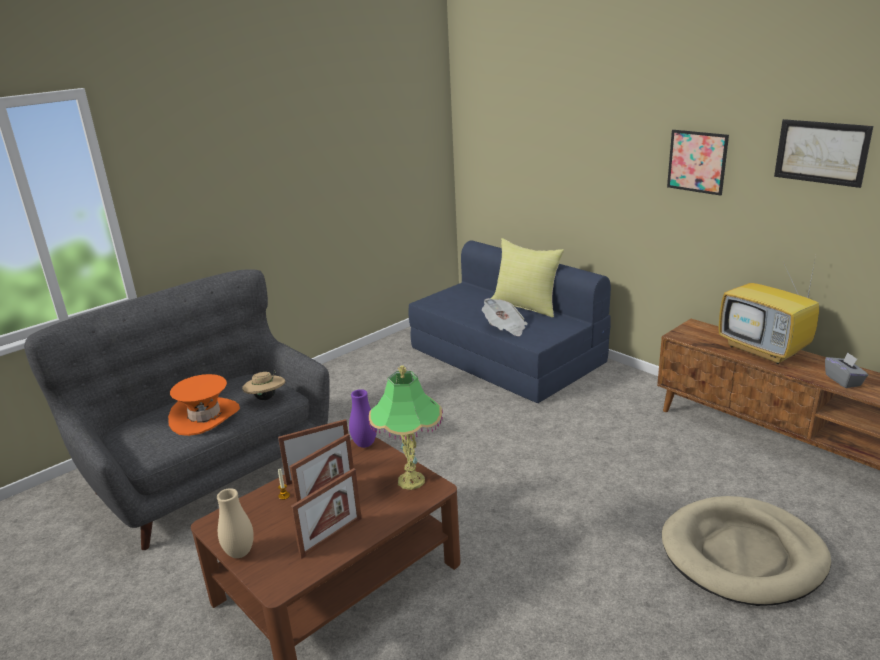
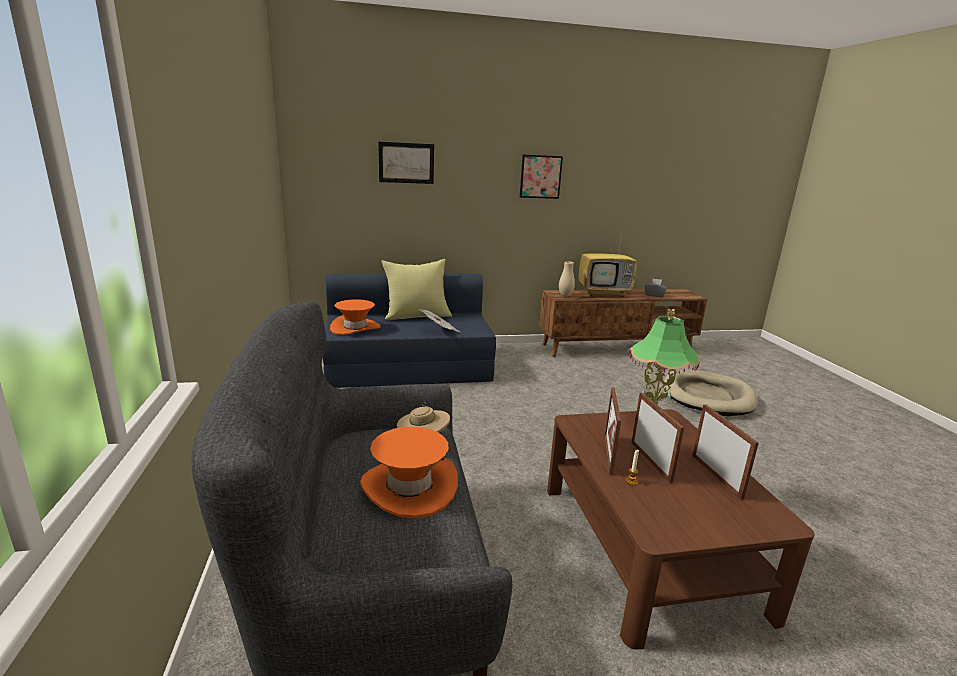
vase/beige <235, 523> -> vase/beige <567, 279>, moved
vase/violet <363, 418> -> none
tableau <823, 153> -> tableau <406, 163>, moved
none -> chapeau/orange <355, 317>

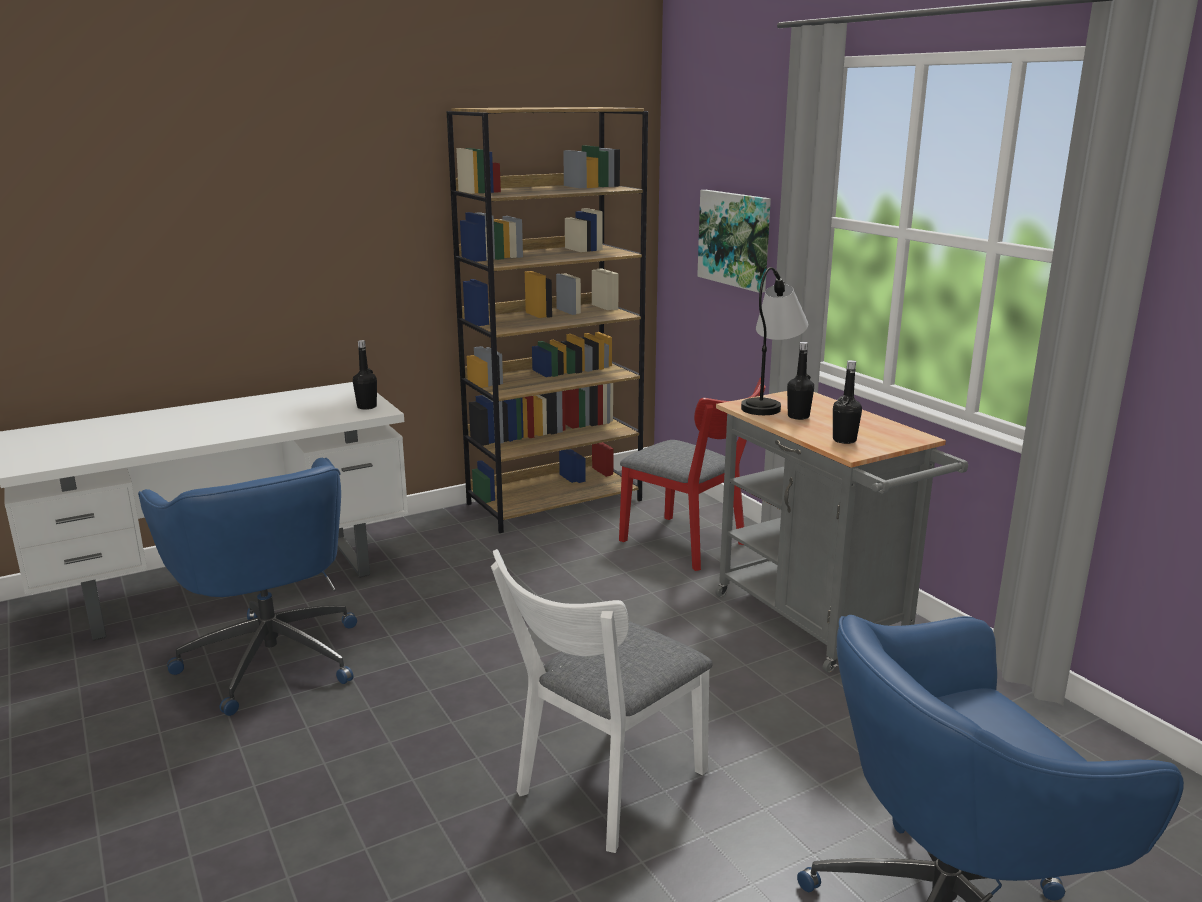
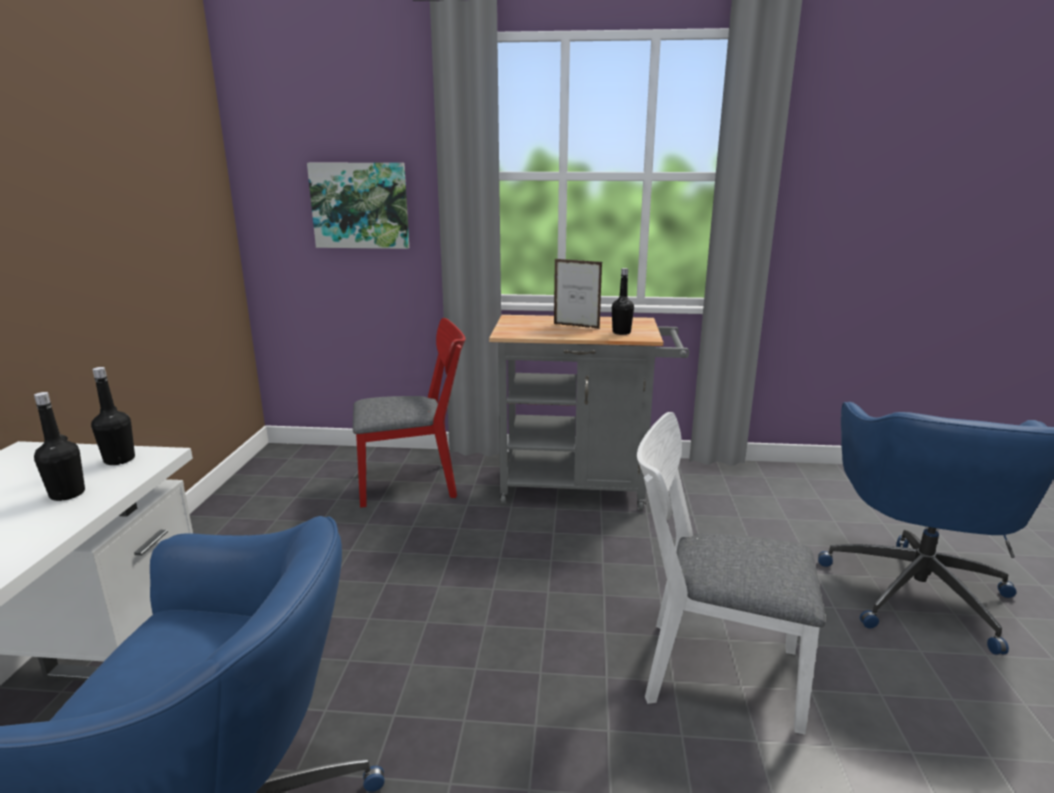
bibliothèque/marron <547, 320> -> none
chaise/blanc <602, 701> -> chaise/blanc <731, 573>, 120 degrees clockwise
lampe de table <774, 341> -> none
bouteille/noir <800, 381> -> bouteille/noir <59, 446>, moved
none -> cadre photo <578, 294>

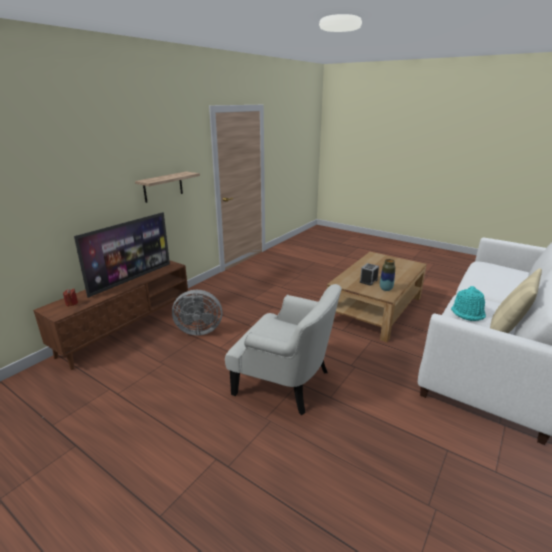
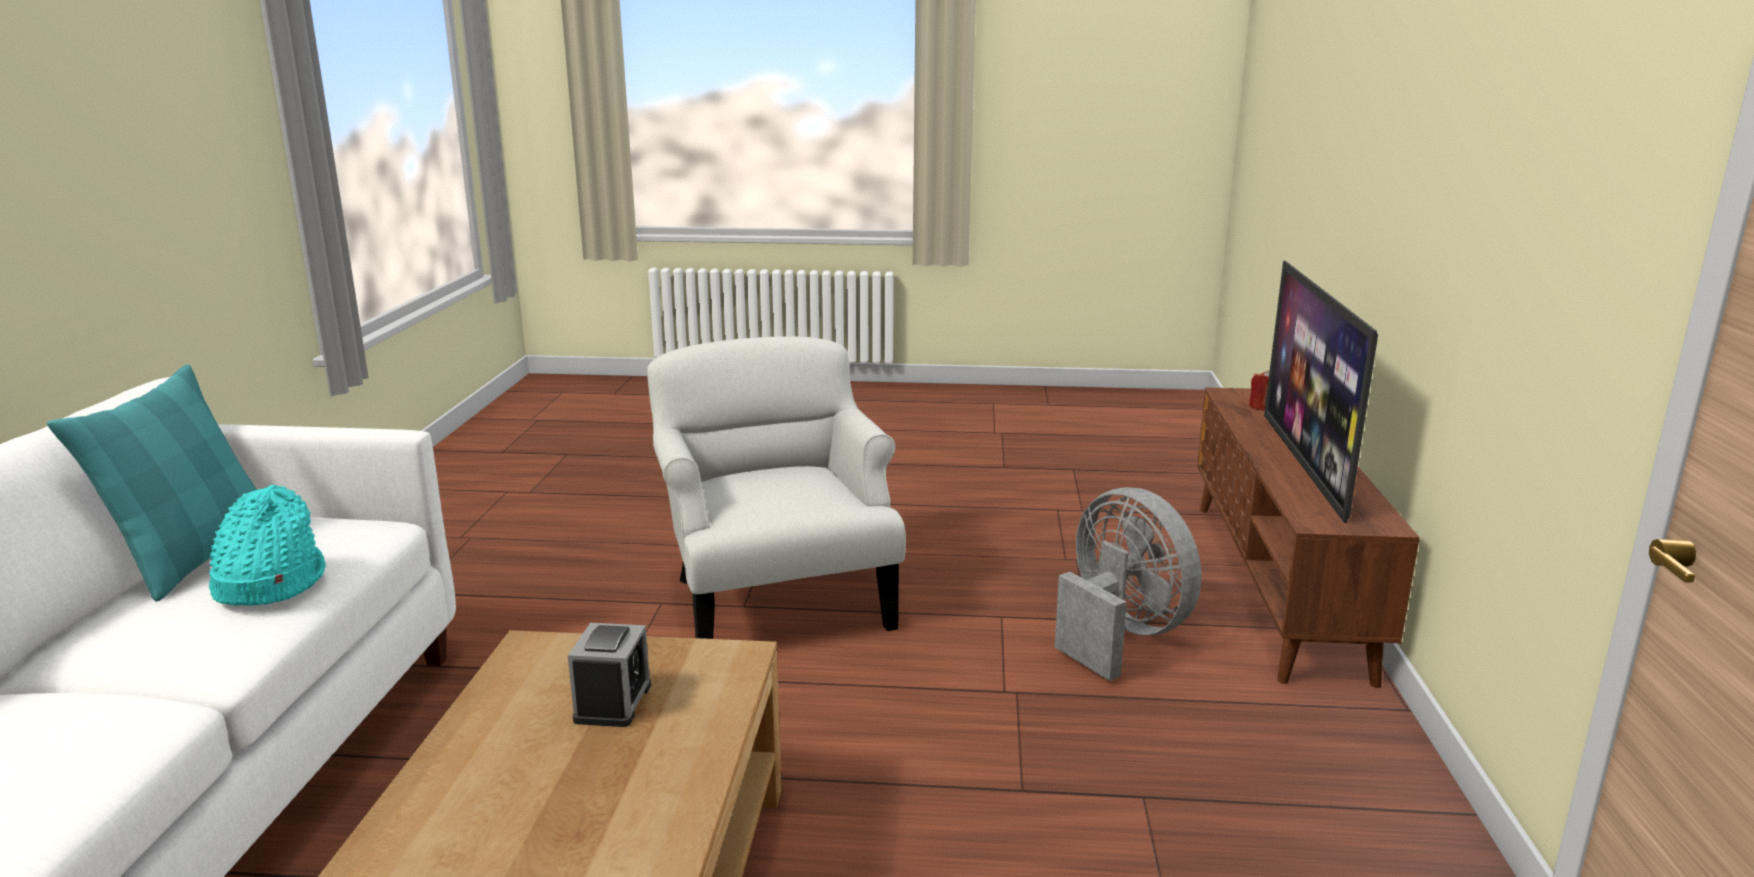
étagère <167, 187> -> none
ventilateur/gris <197, 312> -> ventilateur/gris <1128, 584>, 90 degrees clockwise
fauteuil/blanc <283, 349> -> fauteuil/blanc <776, 487>, 75 degrees clockwise
vase <387, 275> -> none
coussin/beige <516, 300> -> coussin/turquoise <152, 482>

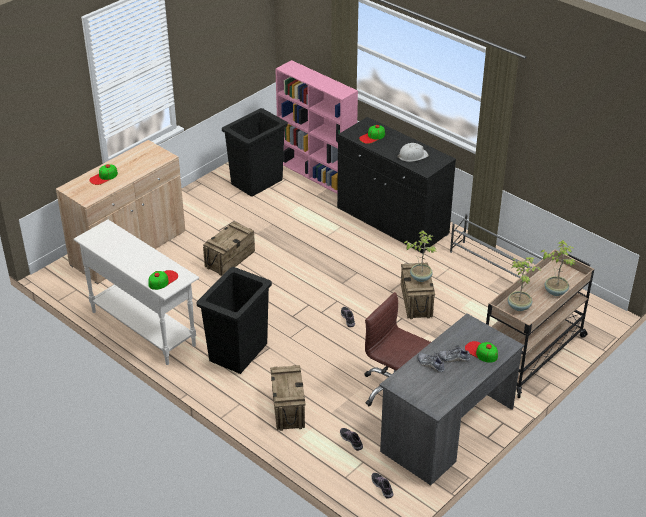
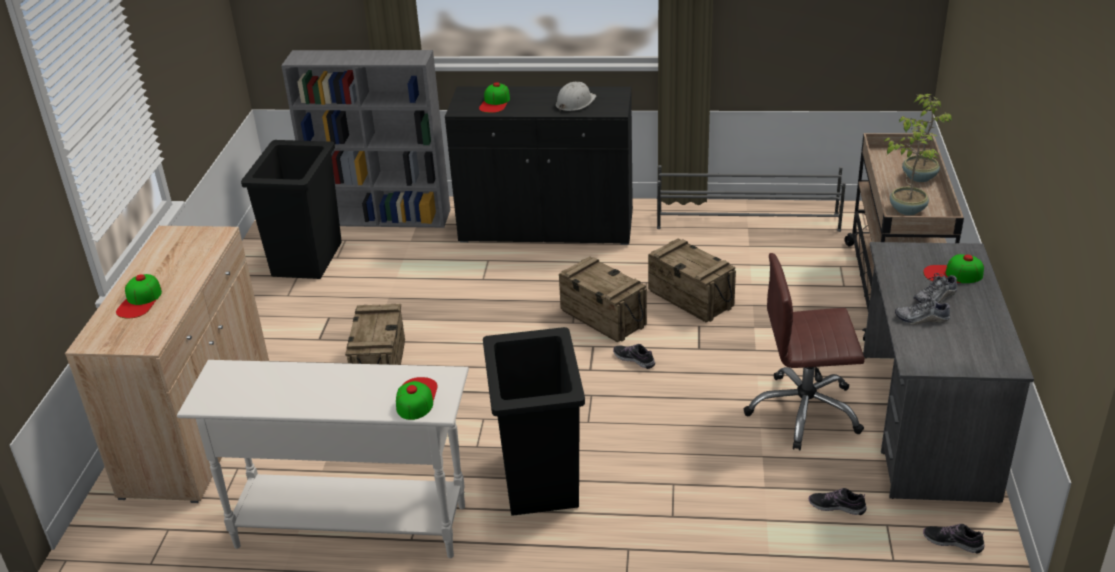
caisse <288, 398> -> caisse <603, 299>, moved
bibliothèque/rose <316, 127> -> bibliothèque/gris <365, 139>
plante en pot <420, 256> -> none

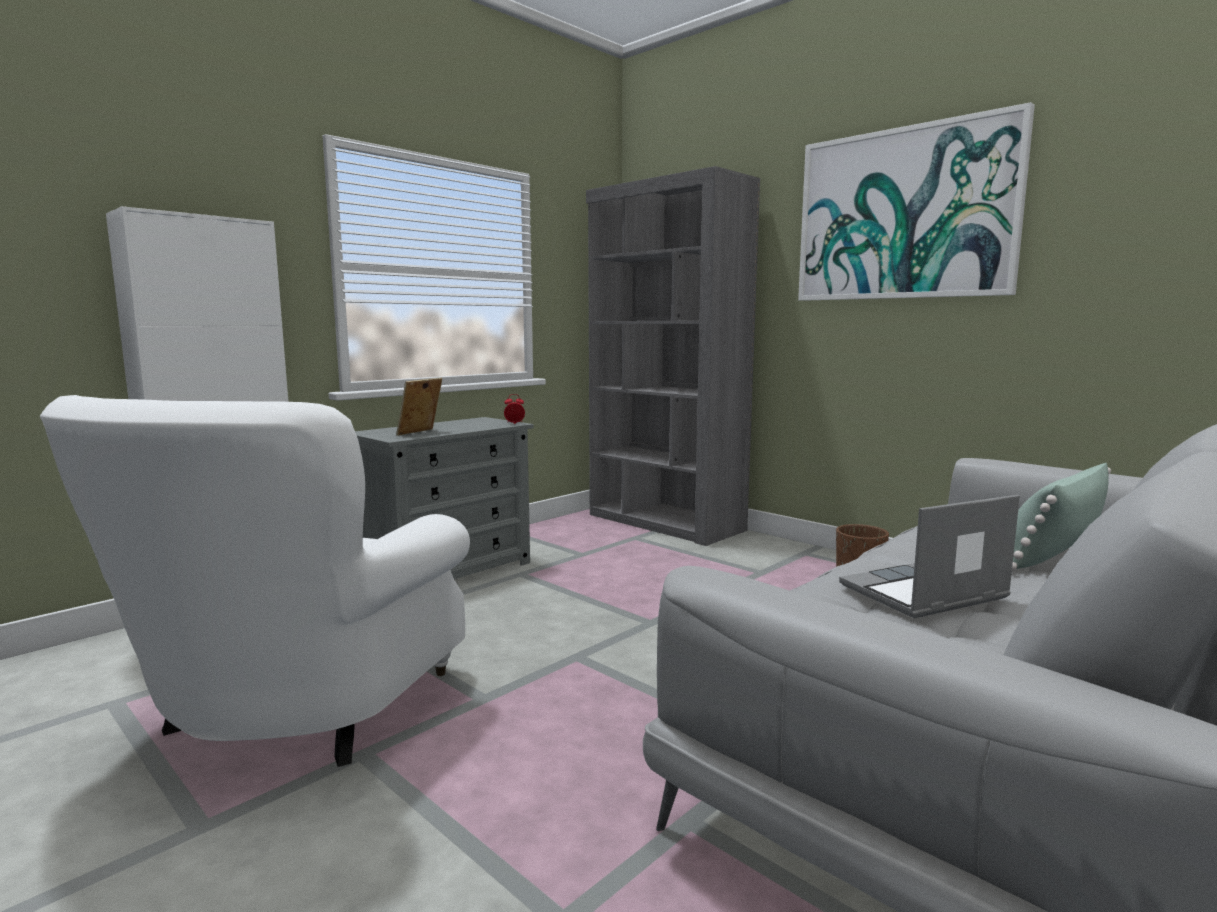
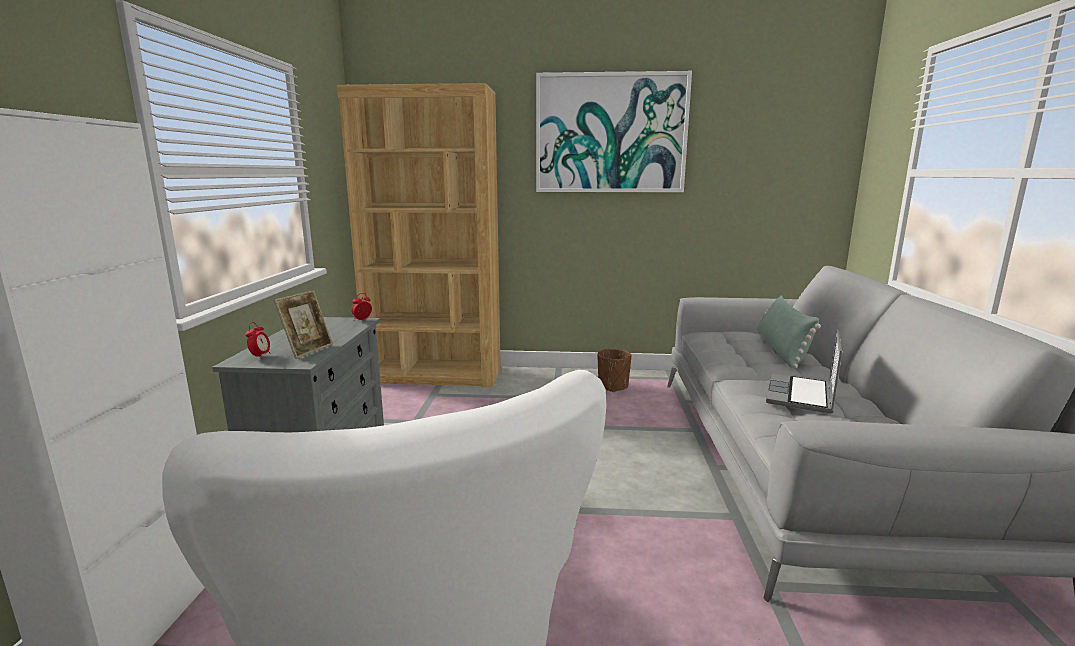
cadre photo <419, 407> -> cadre photo <303, 324>, 150 degrees counterclockwise
bibliothèque/gris <673, 356> -> bibliothèque/marron <419, 235>
none -> réveil <257, 340>

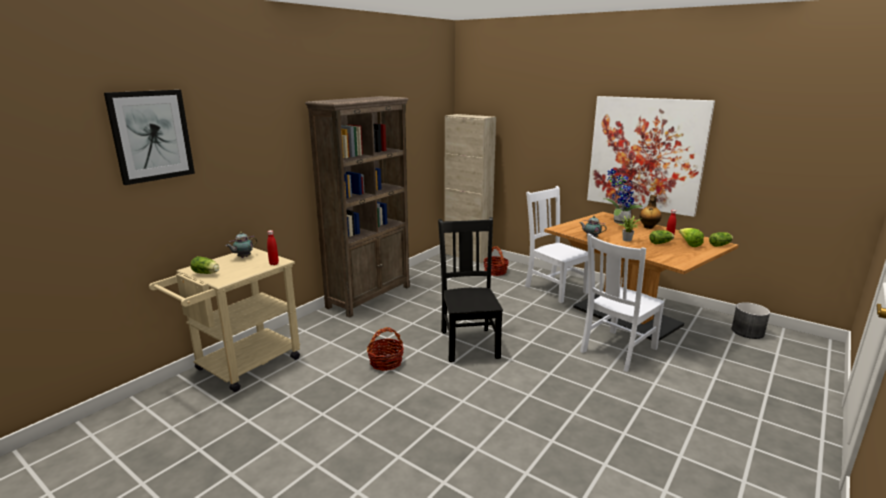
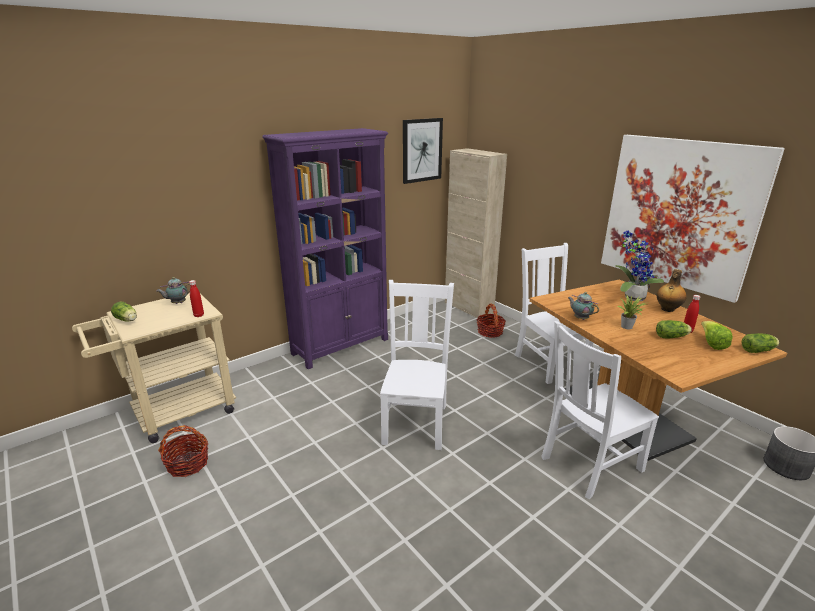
tableau <149, 137> -> tableau <423, 151>, moved
bibliothèque/marron <357, 207> -> bibliothèque/violet <325, 248>
panier <385, 349> -> panier <183, 451>, moved
chaise/noir <470, 289> -> chaise/blanc <417, 365>

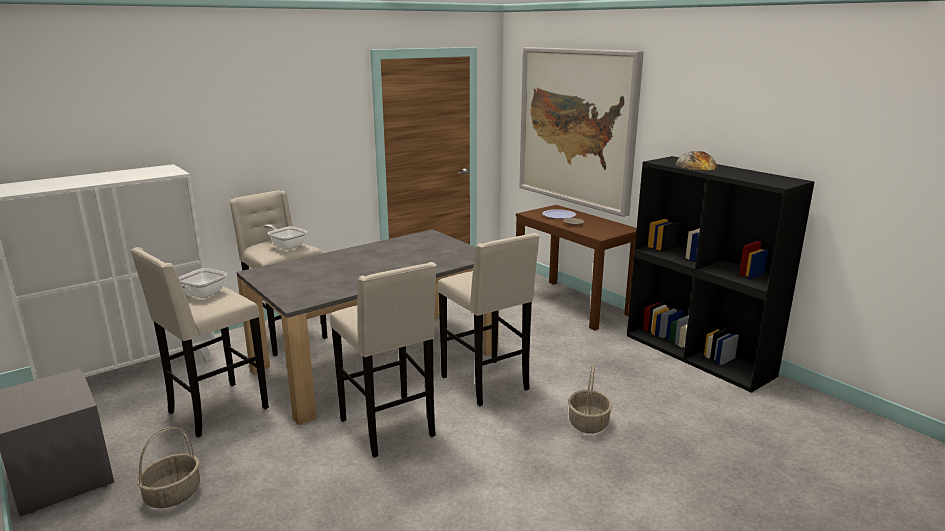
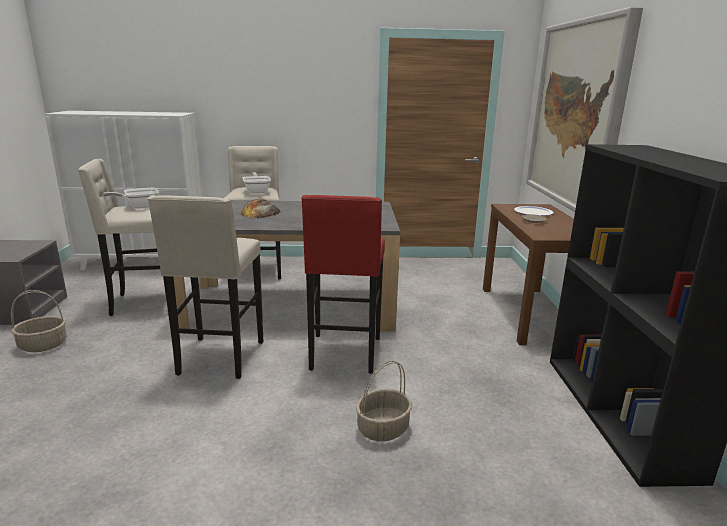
tabouret/beige <489, 319> -> tabouret/rouge <343, 284>
pain <696, 160> -> pain <260, 208>, moved

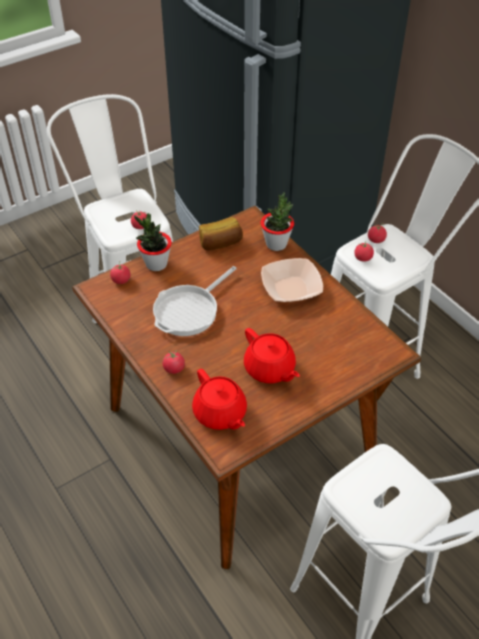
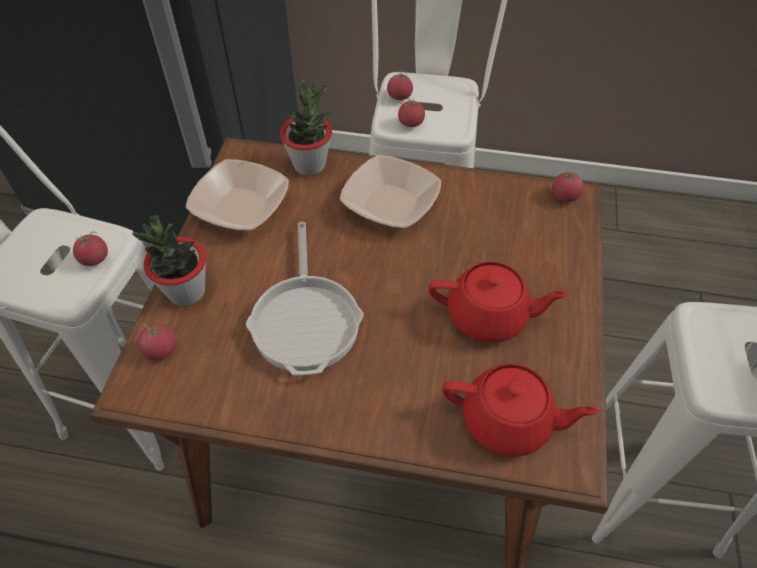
tomate <174, 362> -> tomate <568, 185>, moved
pain <221, 233> -> bol <237, 194>

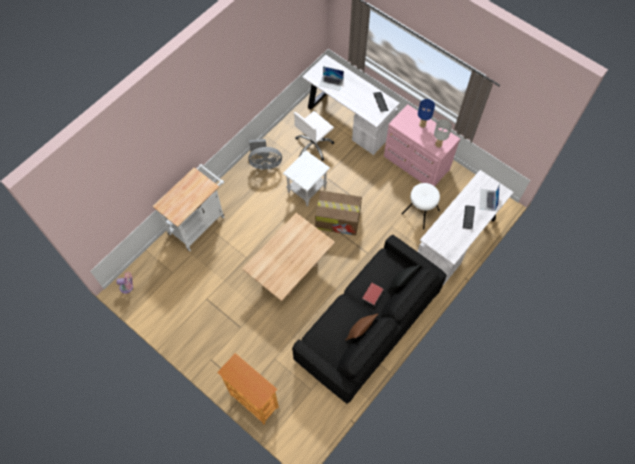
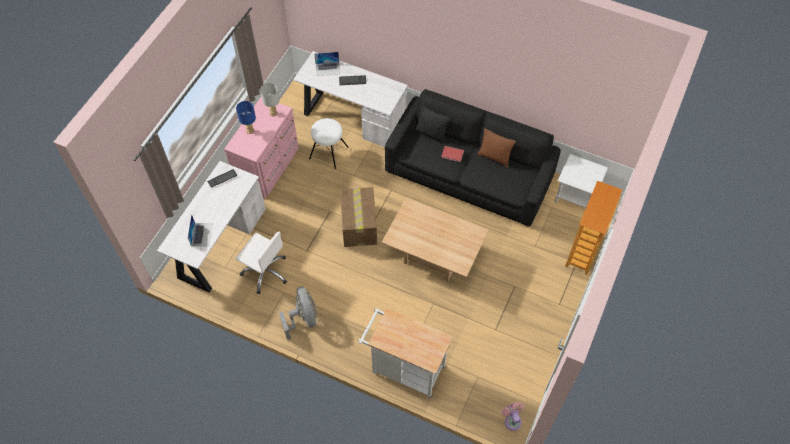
table d'appoint/blanc <306, 179> -> table d'appoint/blanc <581, 181>, moved

